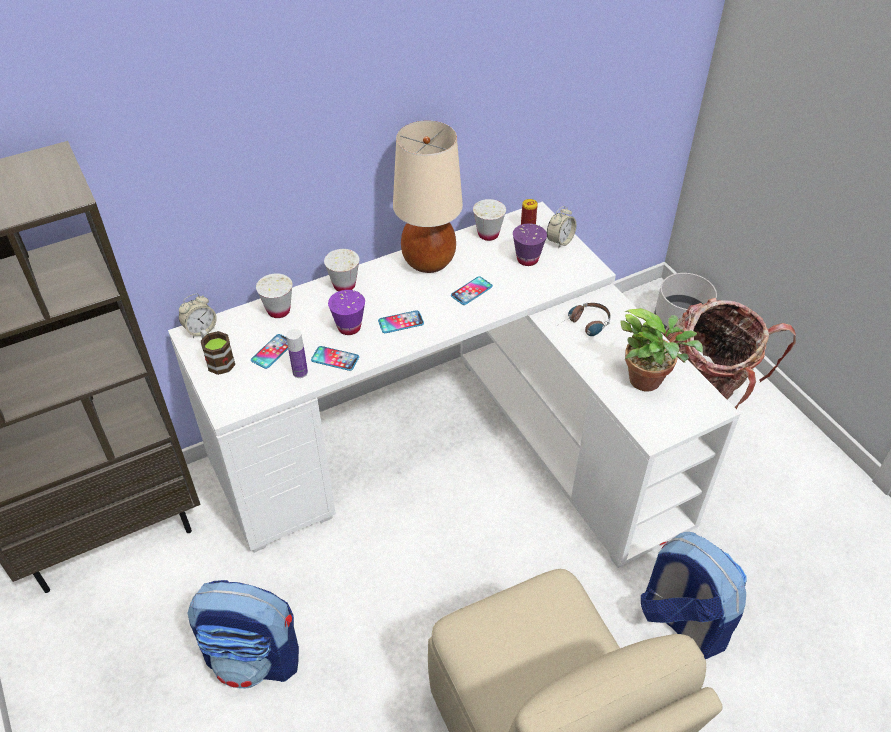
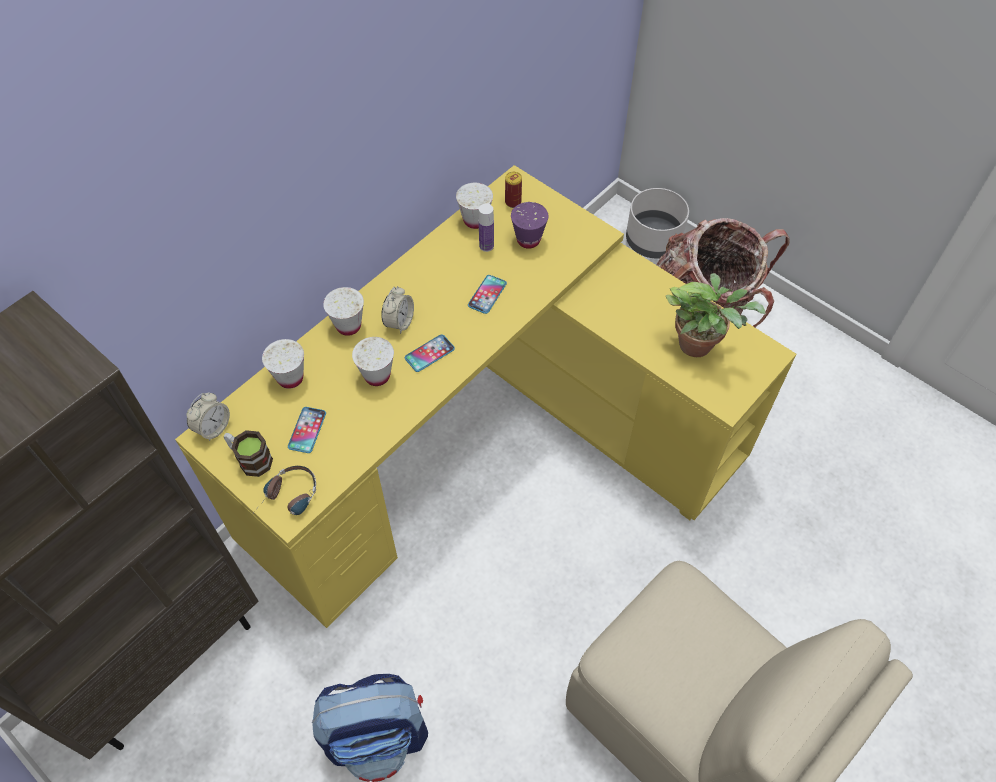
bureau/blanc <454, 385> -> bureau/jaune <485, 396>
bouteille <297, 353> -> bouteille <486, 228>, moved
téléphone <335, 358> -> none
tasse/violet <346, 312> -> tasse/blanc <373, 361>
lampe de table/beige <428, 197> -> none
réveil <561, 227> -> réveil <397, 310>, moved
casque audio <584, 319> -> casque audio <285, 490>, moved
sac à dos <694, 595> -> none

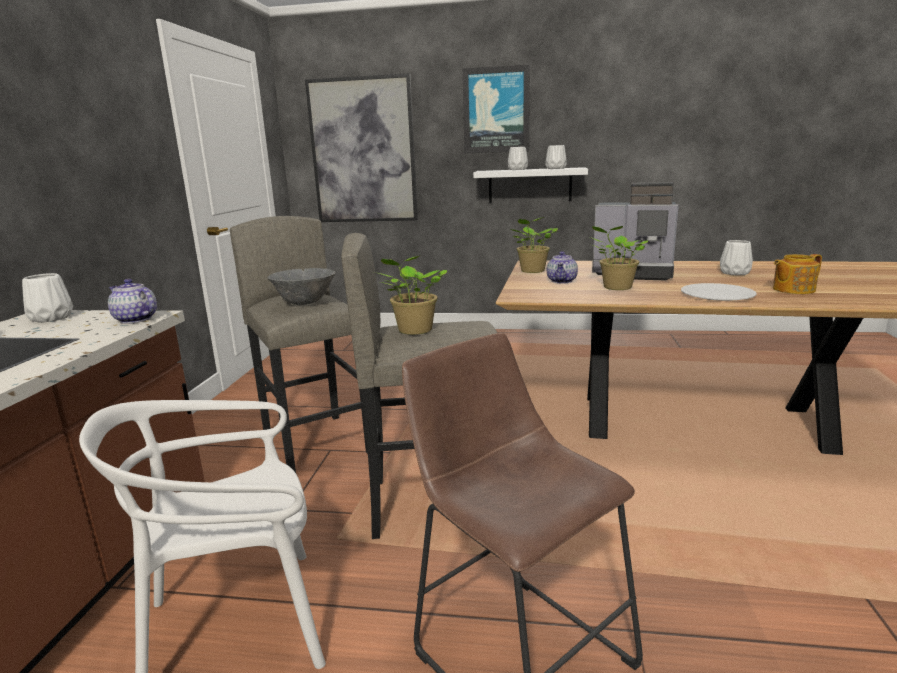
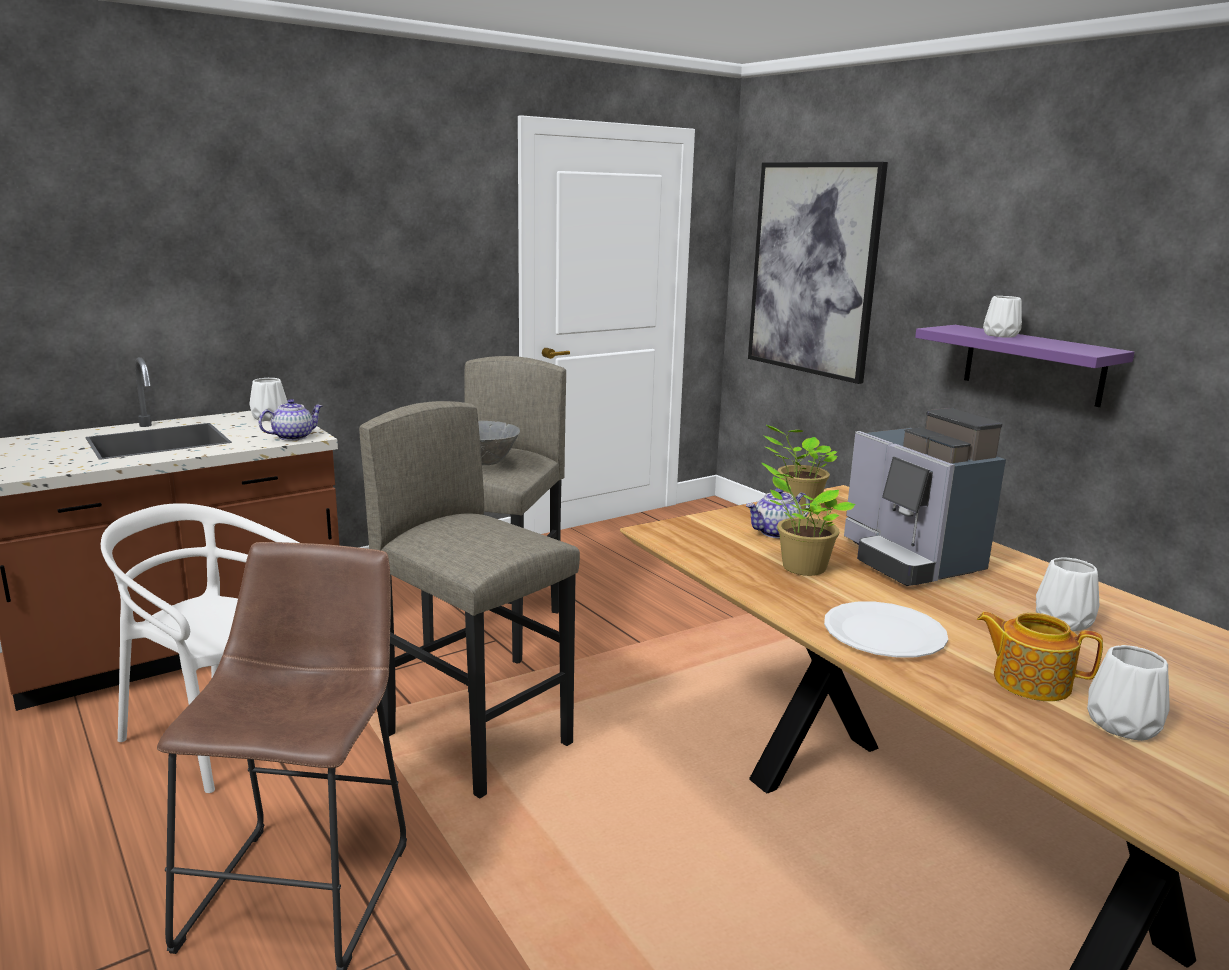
théière <132, 301> -> théière <290, 420>, 60 degrees clockwise
plante en pot <410, 295> -> none
tableau <496, 109> -> none
étagère/blanc <530, 185> -> étagère/violet <1025, 366>
vase/blanc <556, 157> -> vase/blanc <1128, 693>, moved

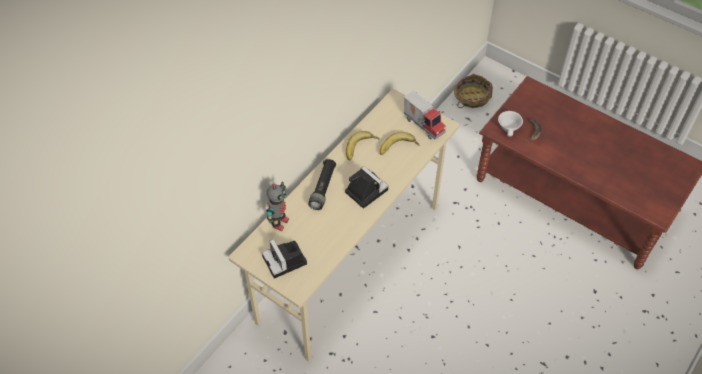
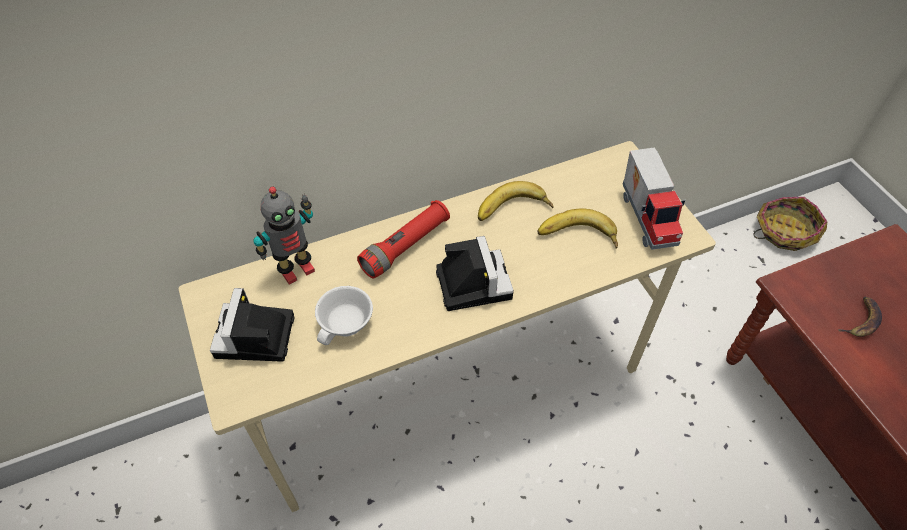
lampe de poche/noir <322, 184> -> lampe de poche/rouge <403, 239>
tasse/blanc <510, 123> -> tasse/blanc <344, 315>, moved

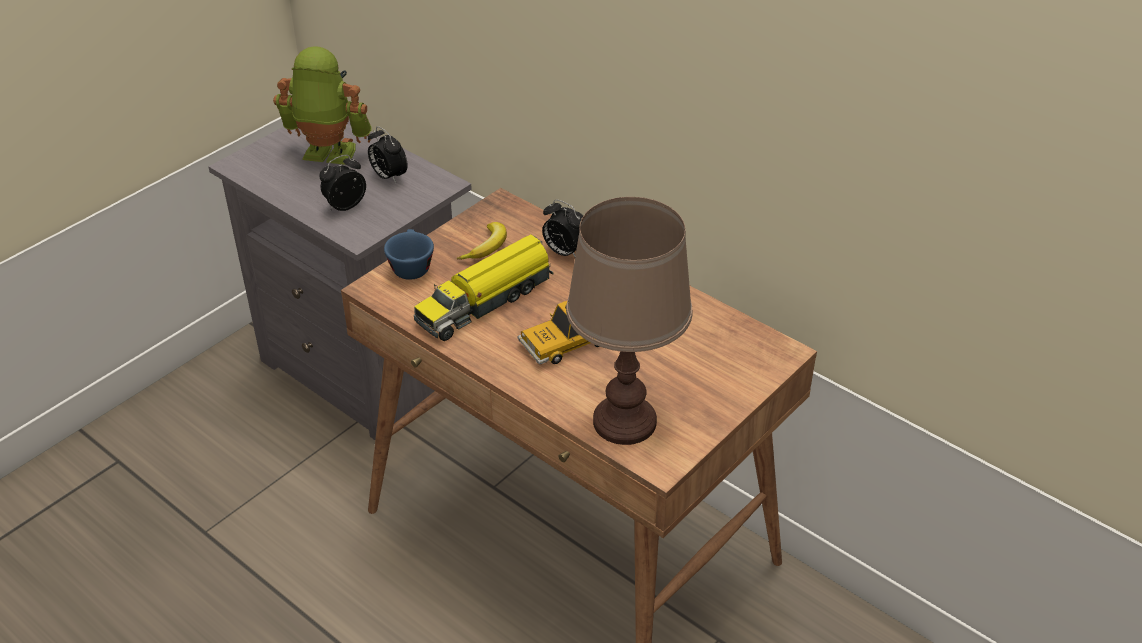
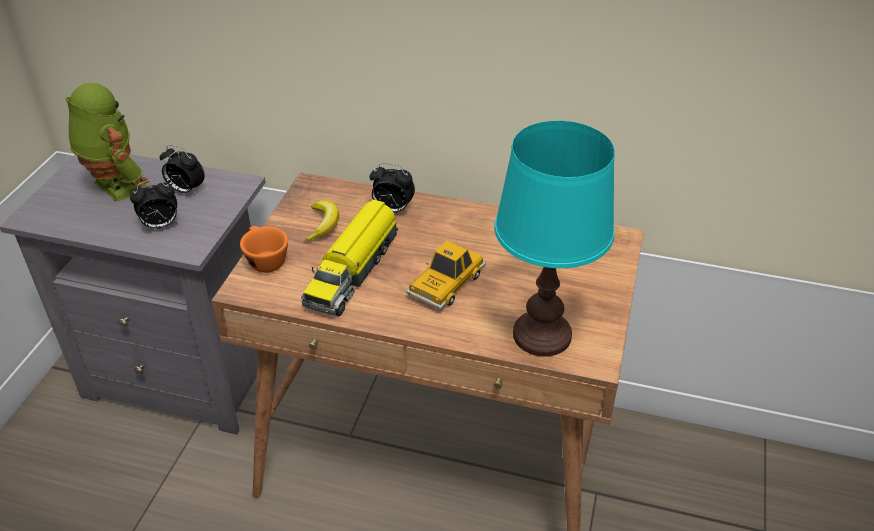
robot jouet <322, 106> -> robot jouet <108, 142>, 60 degrees clockwise
réveil <342, 183> -> réveil <153, 204>, 135 degrees counterclockwise
tasse/bleu <409, 254> -> tasse/orange <264, 249>
lampe de table/marron <629, 321> -> lampe de table/turquoise <554, 239>

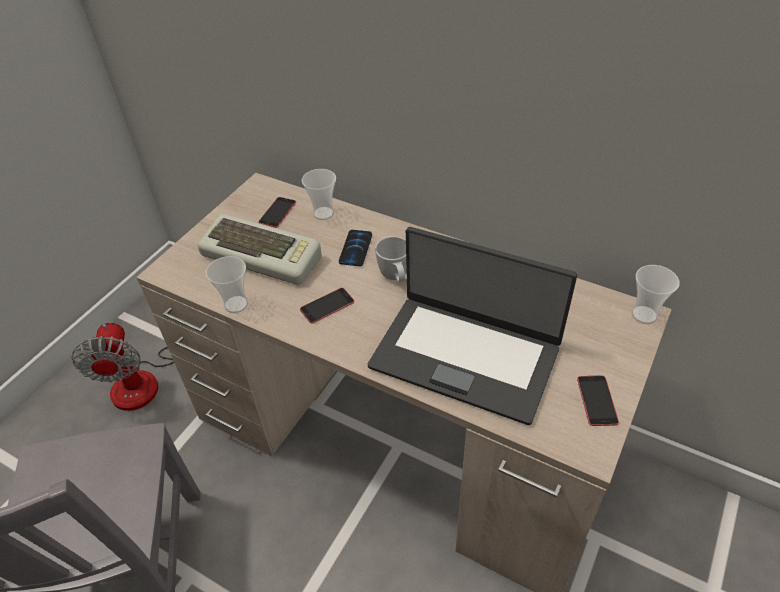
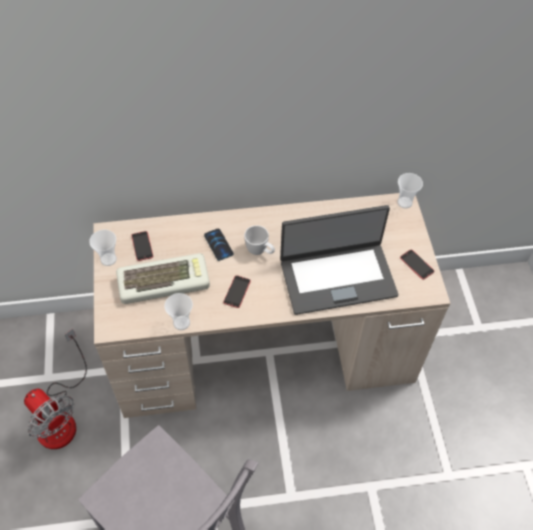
tasse <319, 194> -> tasse <103, 247>, moved

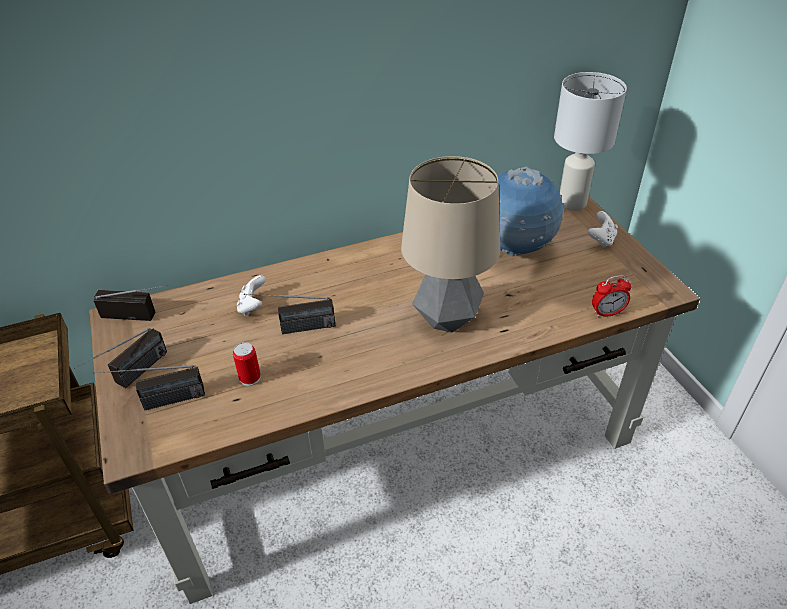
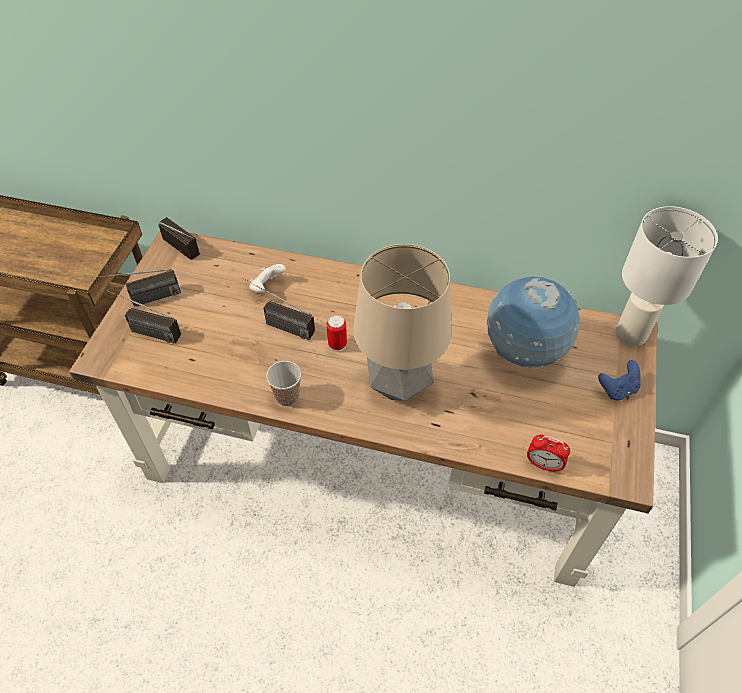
boîte métallique <247, 364> -> boîte métallique <337, 333>, moved
manette/blanc <603, 229> -> manette/bleu <619, 380>
none -> tasse <283, 383>

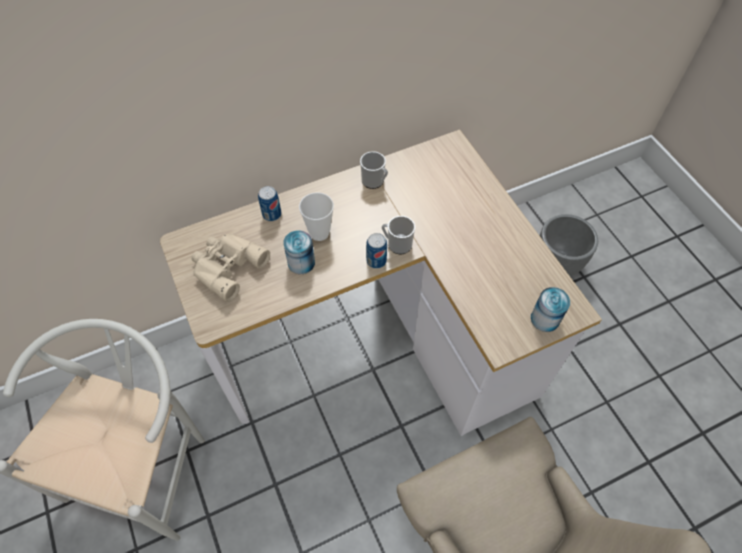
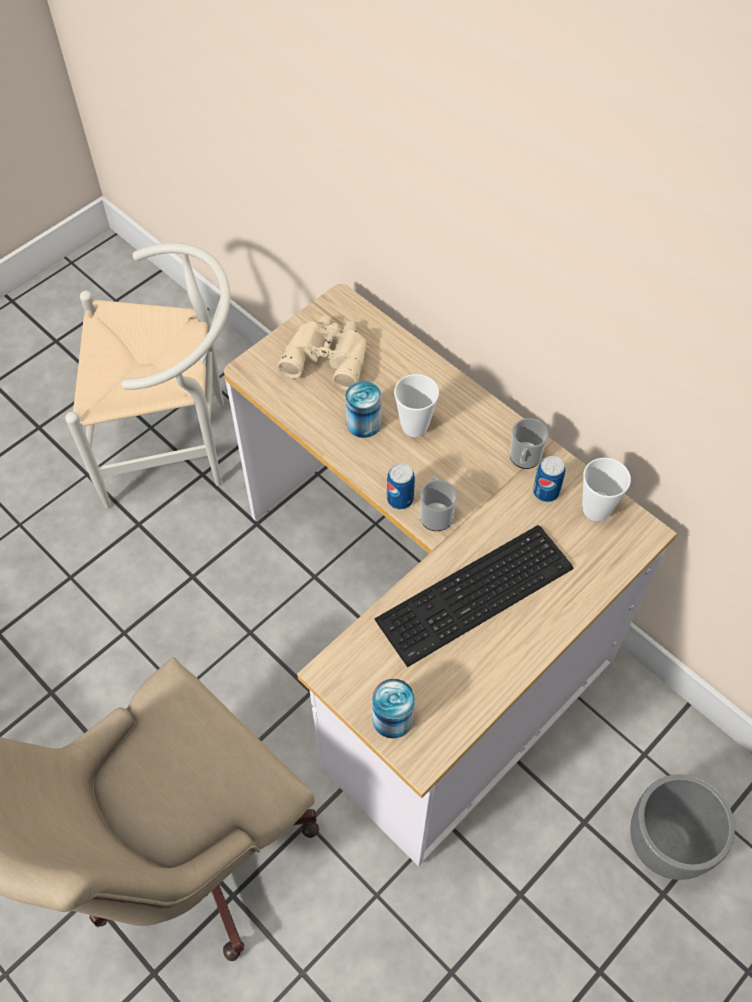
boîte métallique <269, 203> -> boîte métallique <549, 479>, moved
none -> clavier <474, 596>
none -> tasse <606, 489>

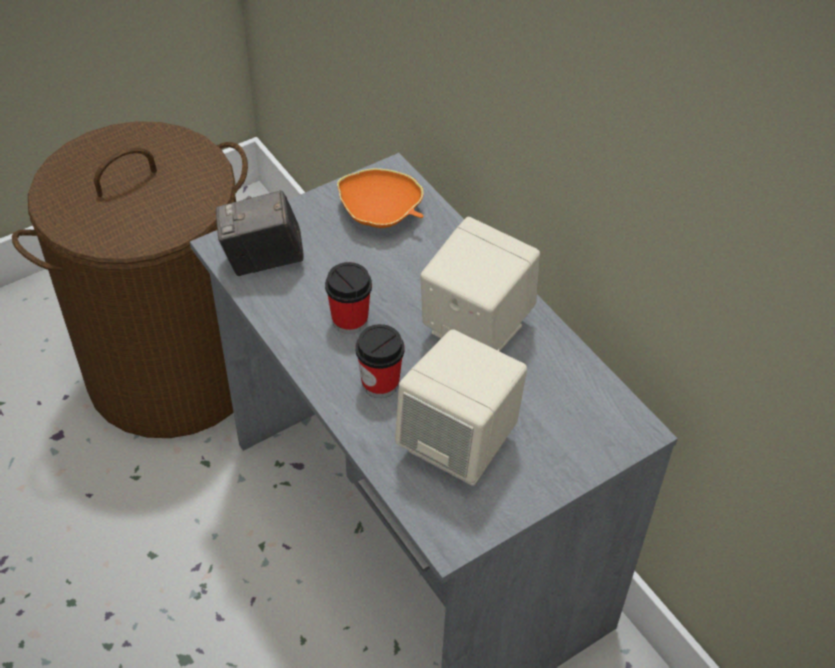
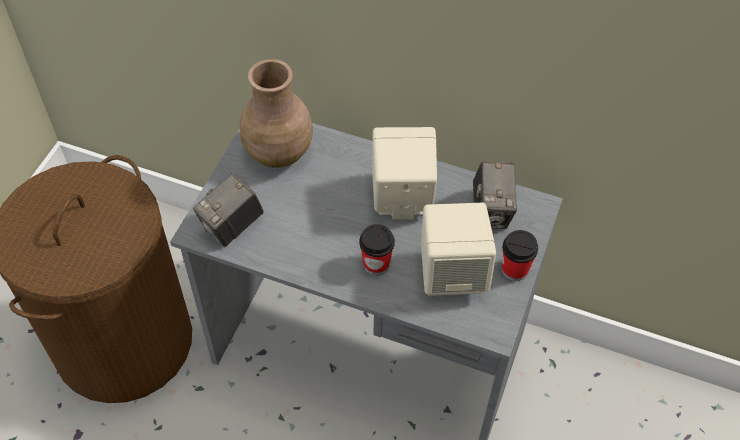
tasse <348, 298> -> tasse <520, 255>, moved
bol/orange <380, 198> -> vase/marron <276, 113>
none -> appareil photo <495, 195>

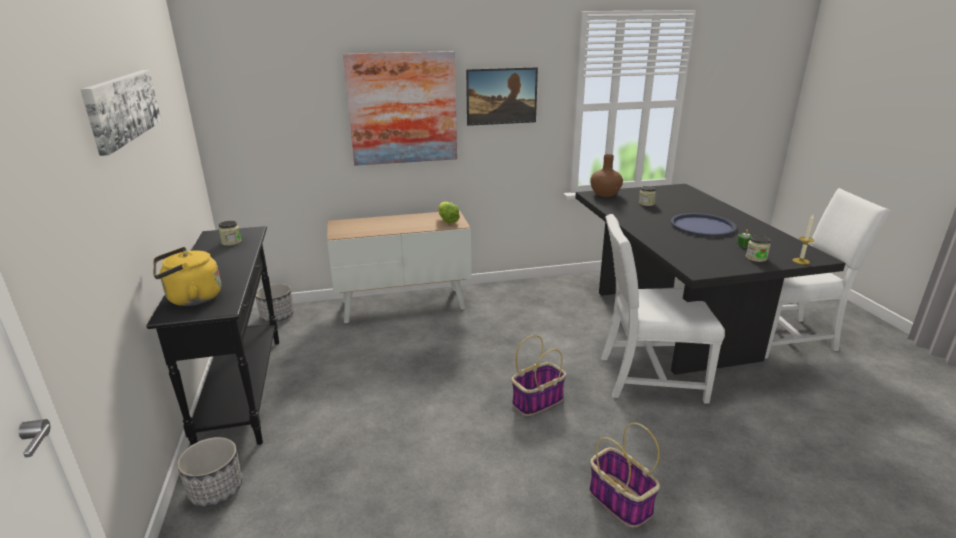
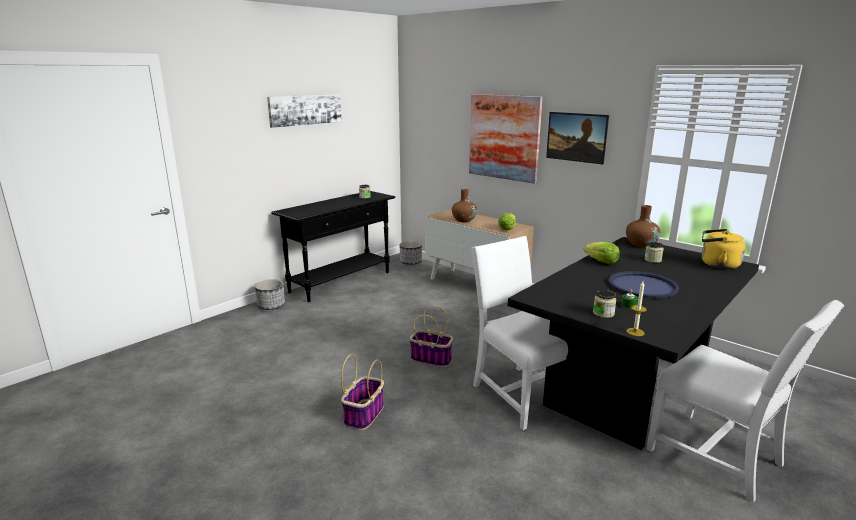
bouilloire/jaune <187, 276> -> bouilloire/jaune <724, 249>, moved
none -> vase/marron <464, 205>
none -> laitue <602, 253>

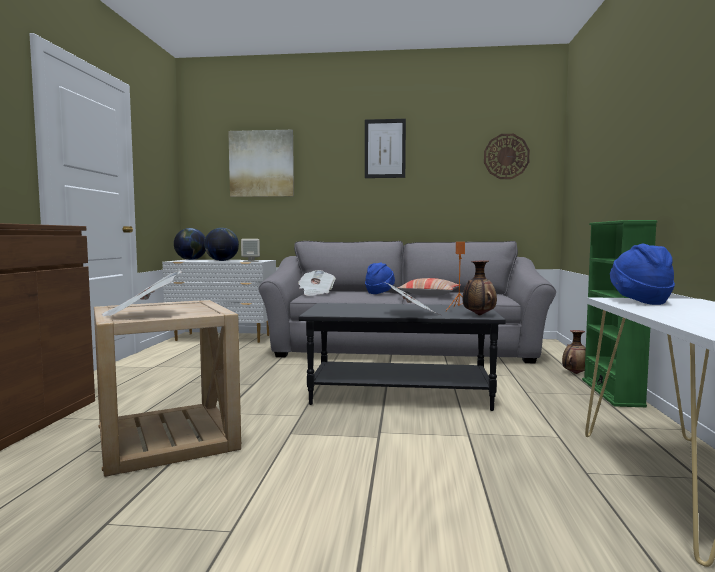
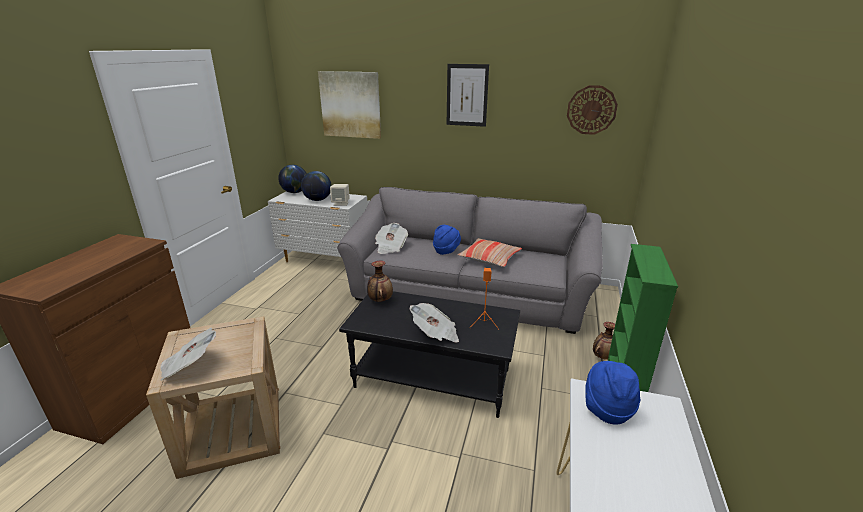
vase <479, 287> -> vase <380, 281>, moved

